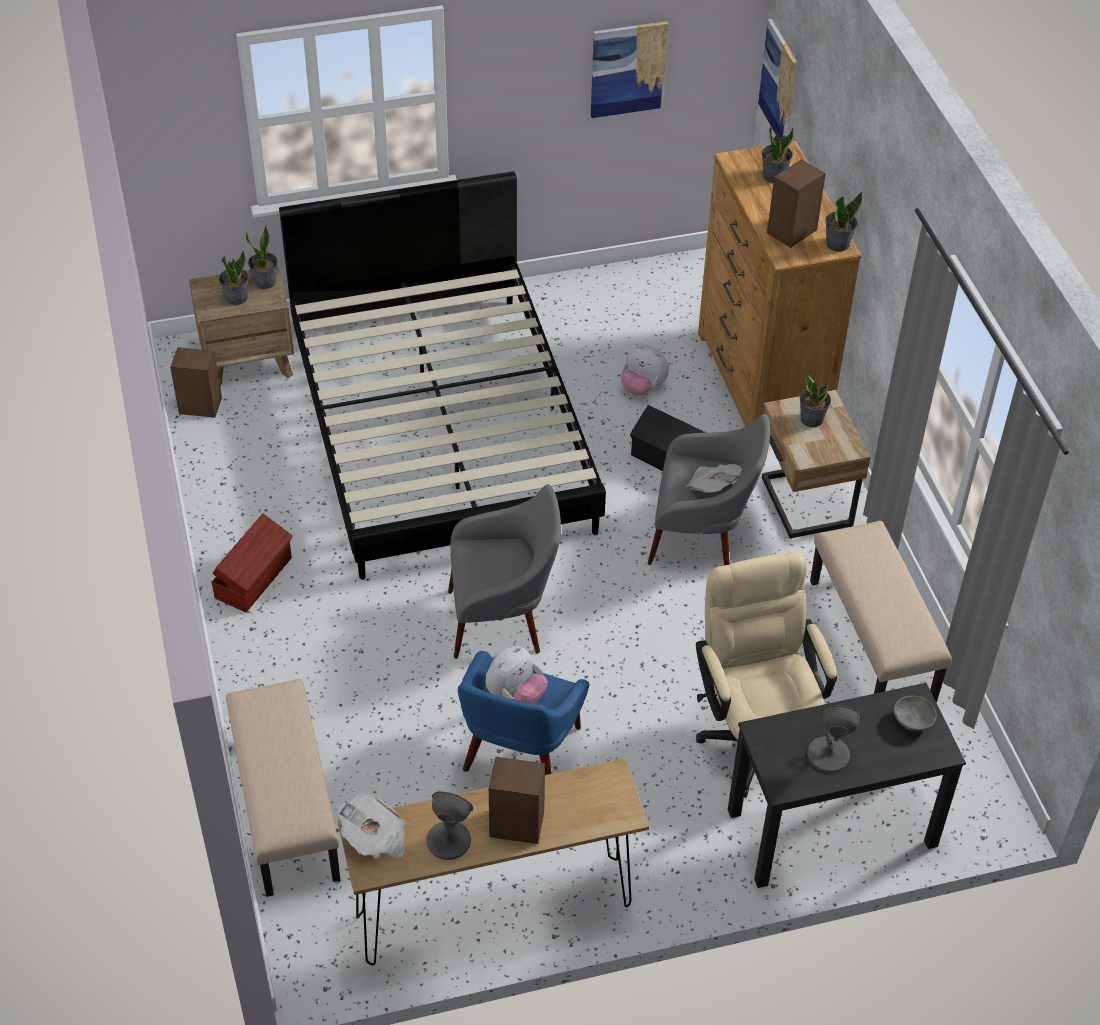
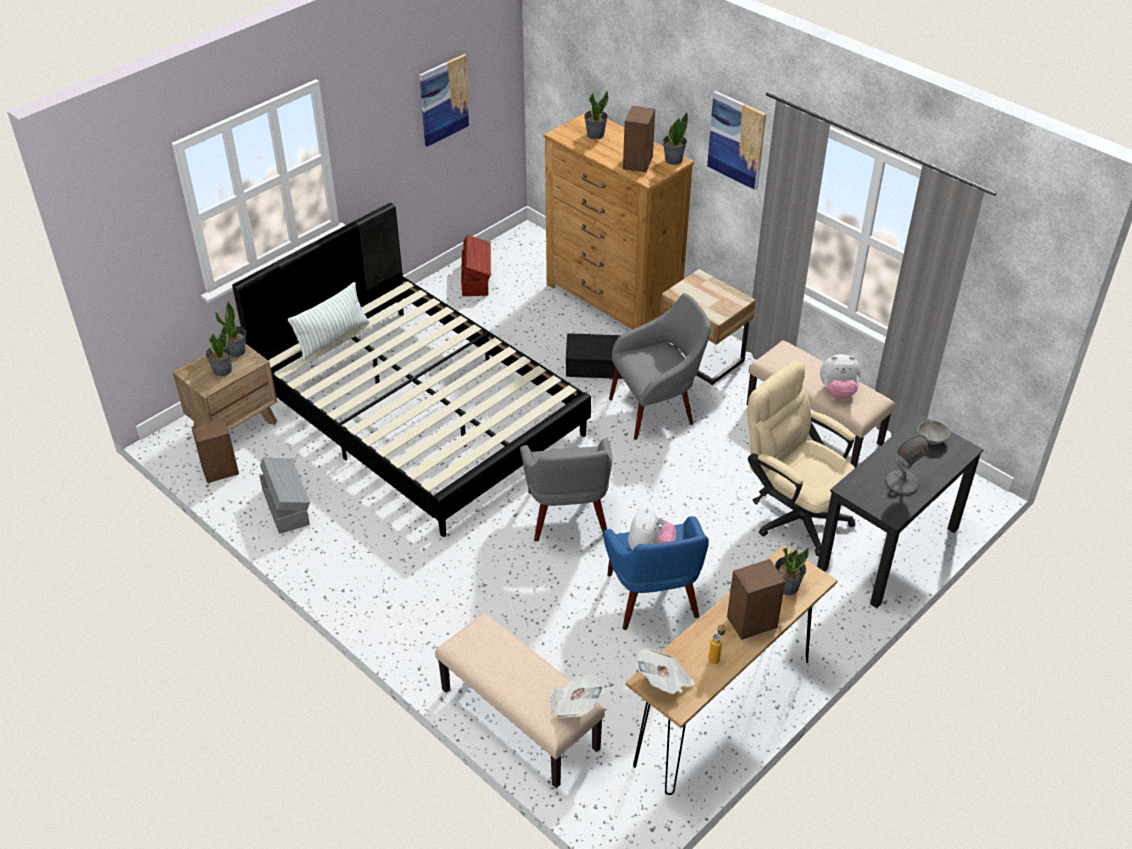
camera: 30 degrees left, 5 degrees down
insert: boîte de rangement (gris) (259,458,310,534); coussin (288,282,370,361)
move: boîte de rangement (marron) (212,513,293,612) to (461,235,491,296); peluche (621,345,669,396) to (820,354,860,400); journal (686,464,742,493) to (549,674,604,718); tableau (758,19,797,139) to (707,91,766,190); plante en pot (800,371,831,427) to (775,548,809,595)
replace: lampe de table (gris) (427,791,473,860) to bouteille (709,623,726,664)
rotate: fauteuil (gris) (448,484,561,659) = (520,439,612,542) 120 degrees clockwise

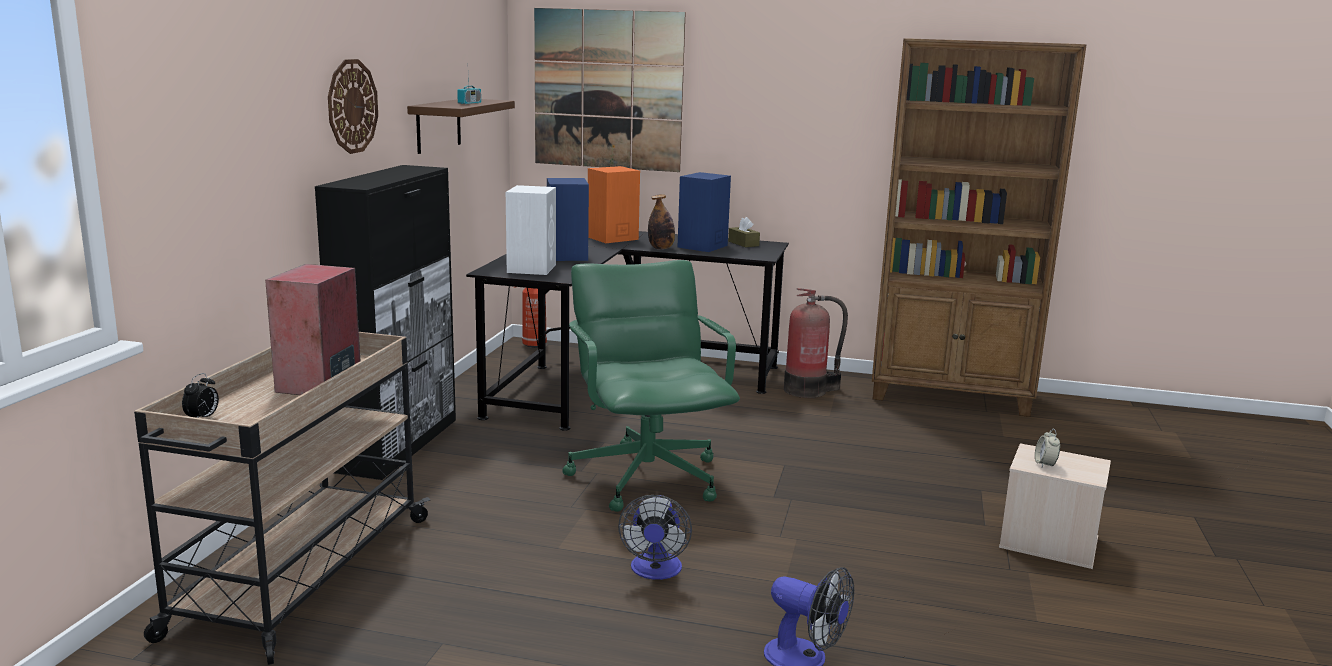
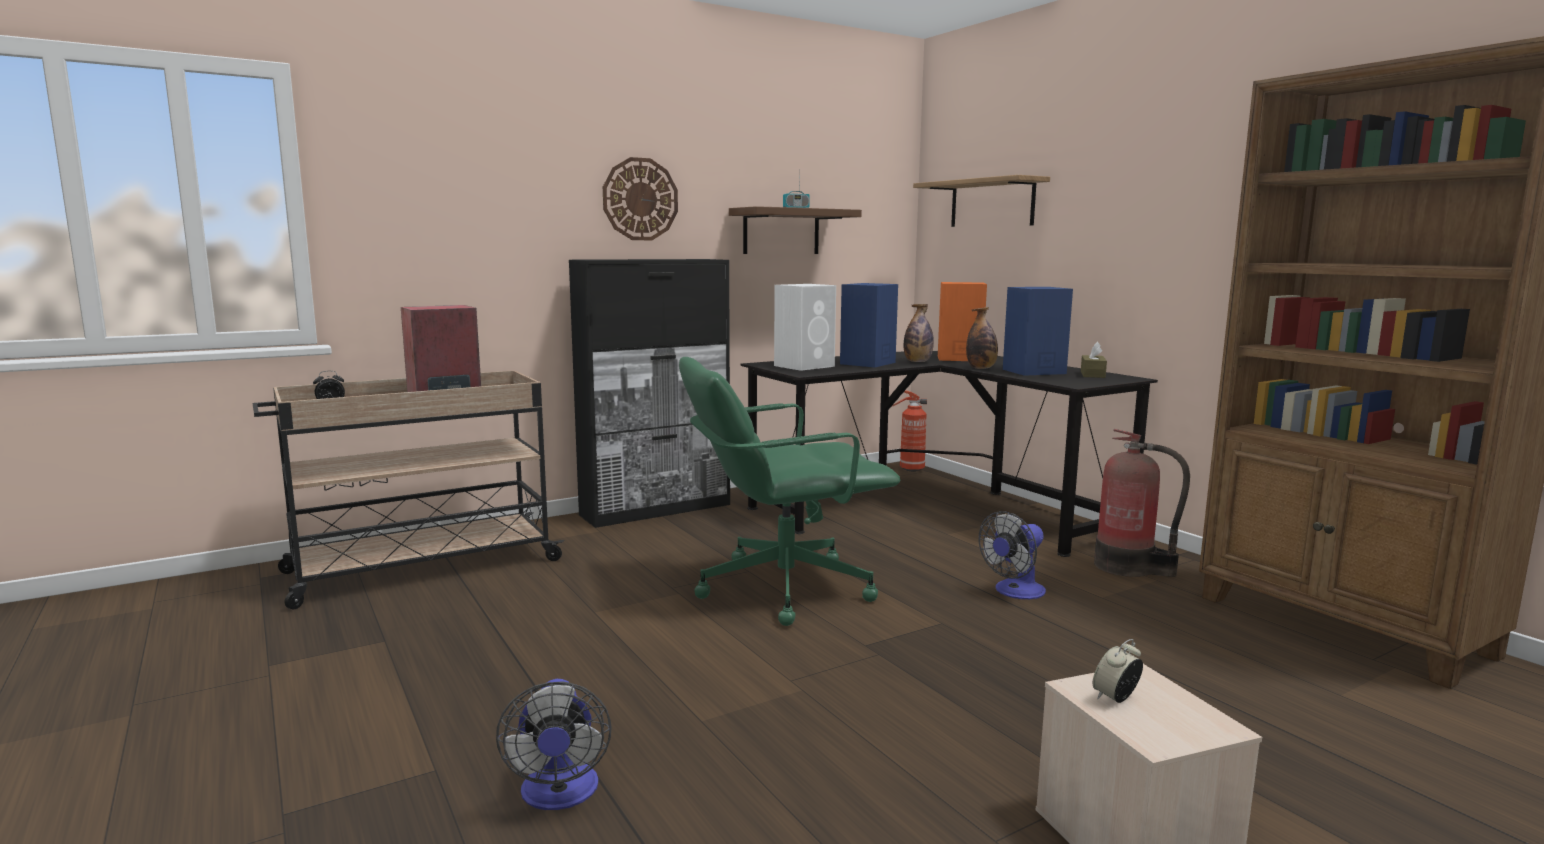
camera: 45 degrees right, 5 degrees down
insert: bouteille (904,304,934,362)
move: ventilateur (618,495,692,580) to (979,511,1046,599)
replace: tableau (534,8,686,172) to étagère (913,175,1050,227)
rotate: chaise de bureau (vert) (562,260,740,512) = (679,357,900,626) 135 degrees counterclockwise

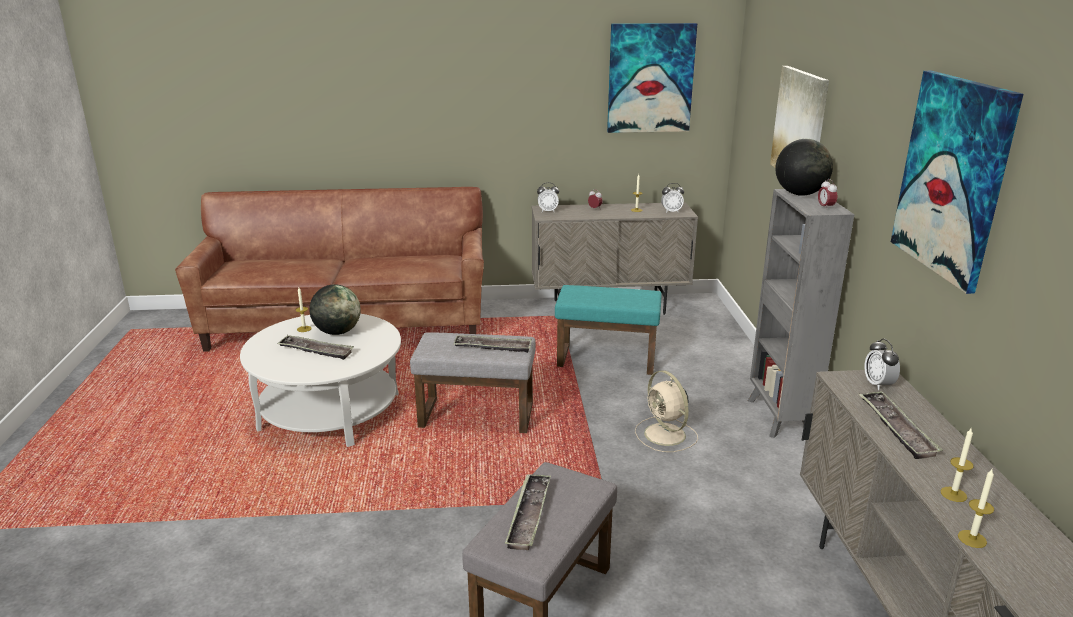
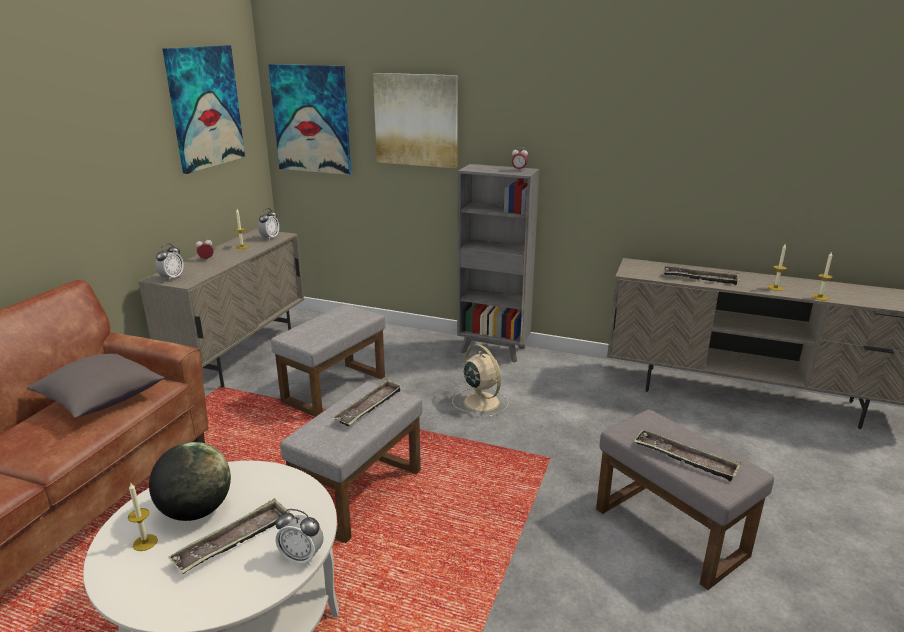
camera: 65 degrees left, 0 degrees up
delete: globe (775,139,833,196)
insert: coussin (gris) (27,353,165,418)
move: réveil (864,338,900,390) to (275,509,324,566); tableau (891,71,1023,294) to (268,64,351,175)
recolor: pouf (turquoise) (555,285,662,375) to pouf (gris) (271,304,385,417)
rotate: ventilateur (beige) (635,370,698,452) = (452,344,509,418) 120 degrees counterclockwise

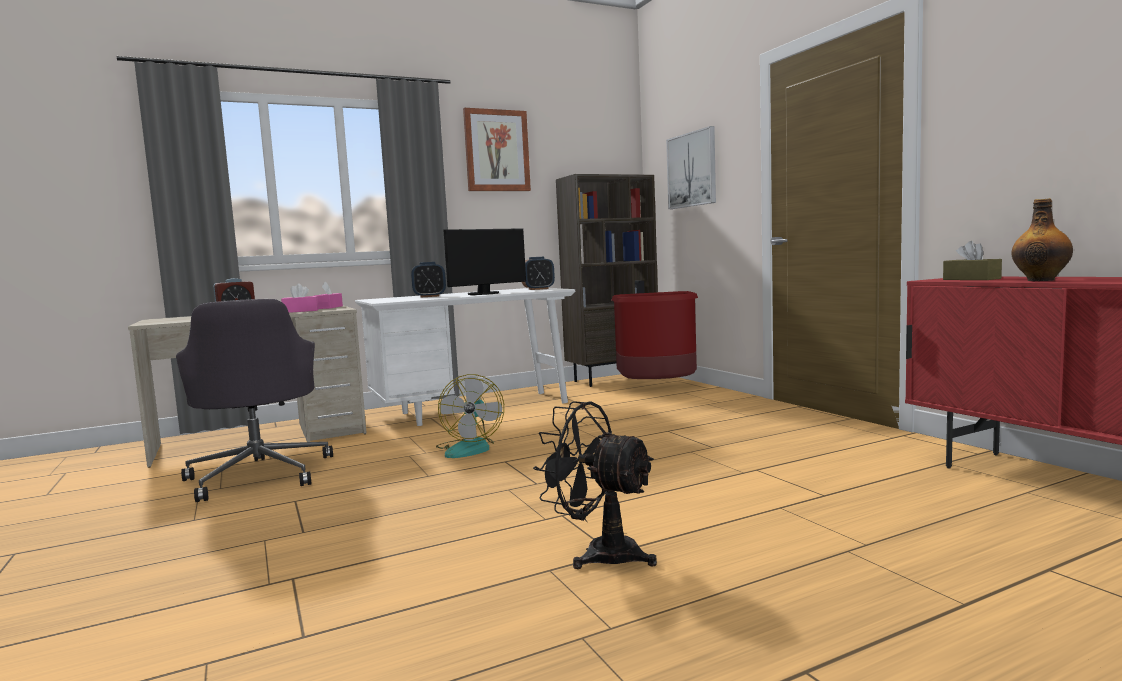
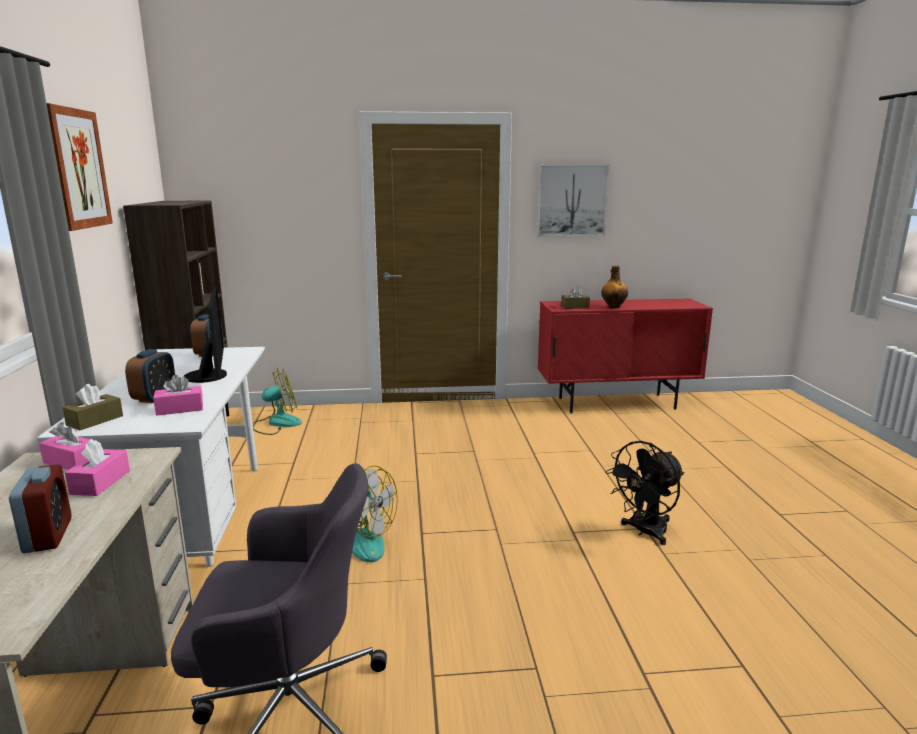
camera: 70 degrees left, 10 degrees up
insert: boîte à mouchoirs (marron) (63,384,123,430); boîte à mouchoirs (rose) (153,375,203,416)
move: tableau (666,126,716,209) to (537,164,610,237)
replace: poubelle (rouge) (612,291,698,379) to ventilateur (252,368,302,435)

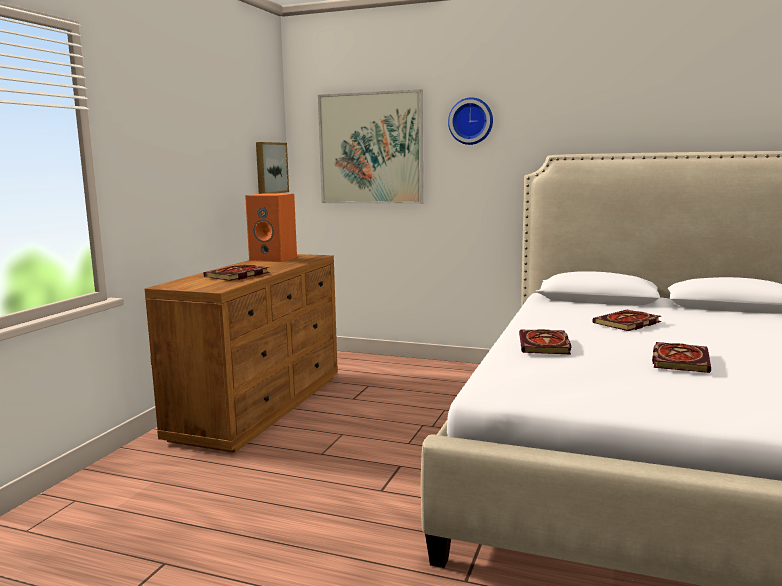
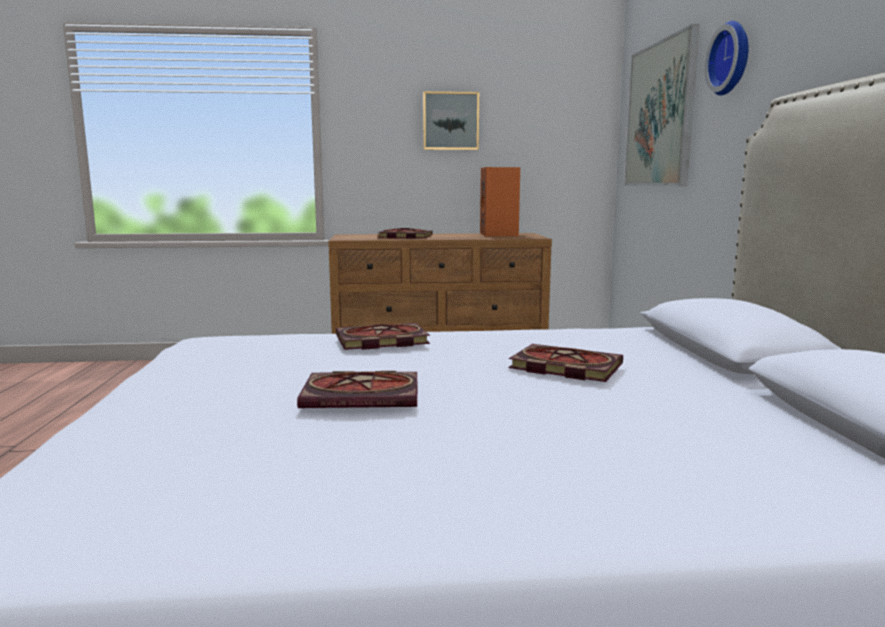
camera: 65 degrees right, 0 degrees up
move: tableau (256,142,289,194) to (423,91,479,150)

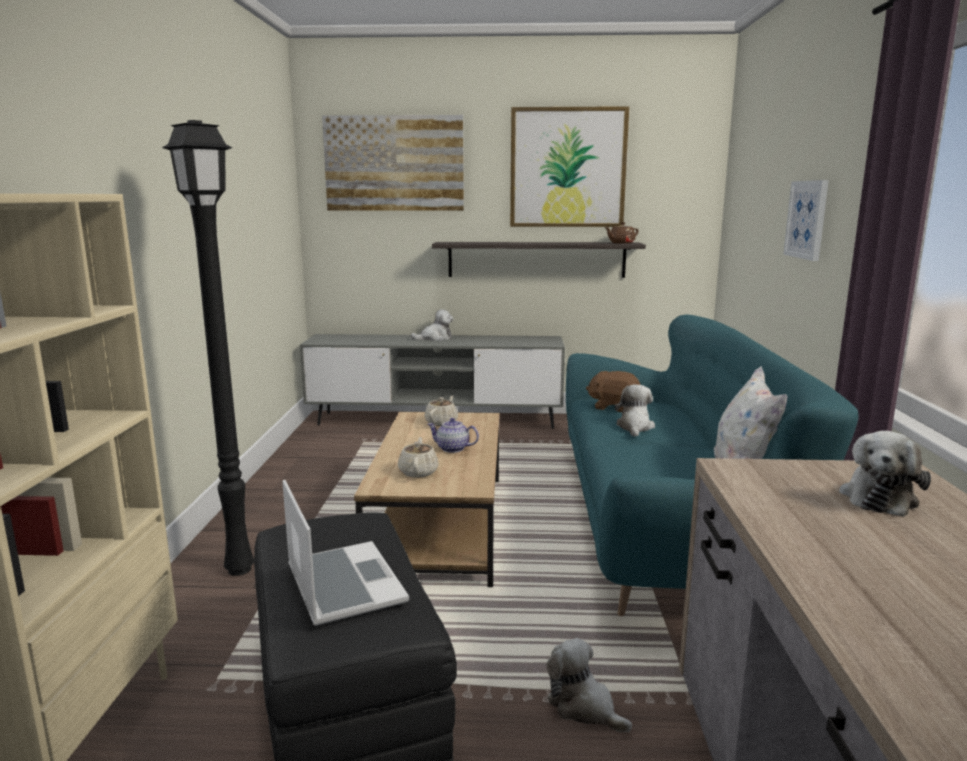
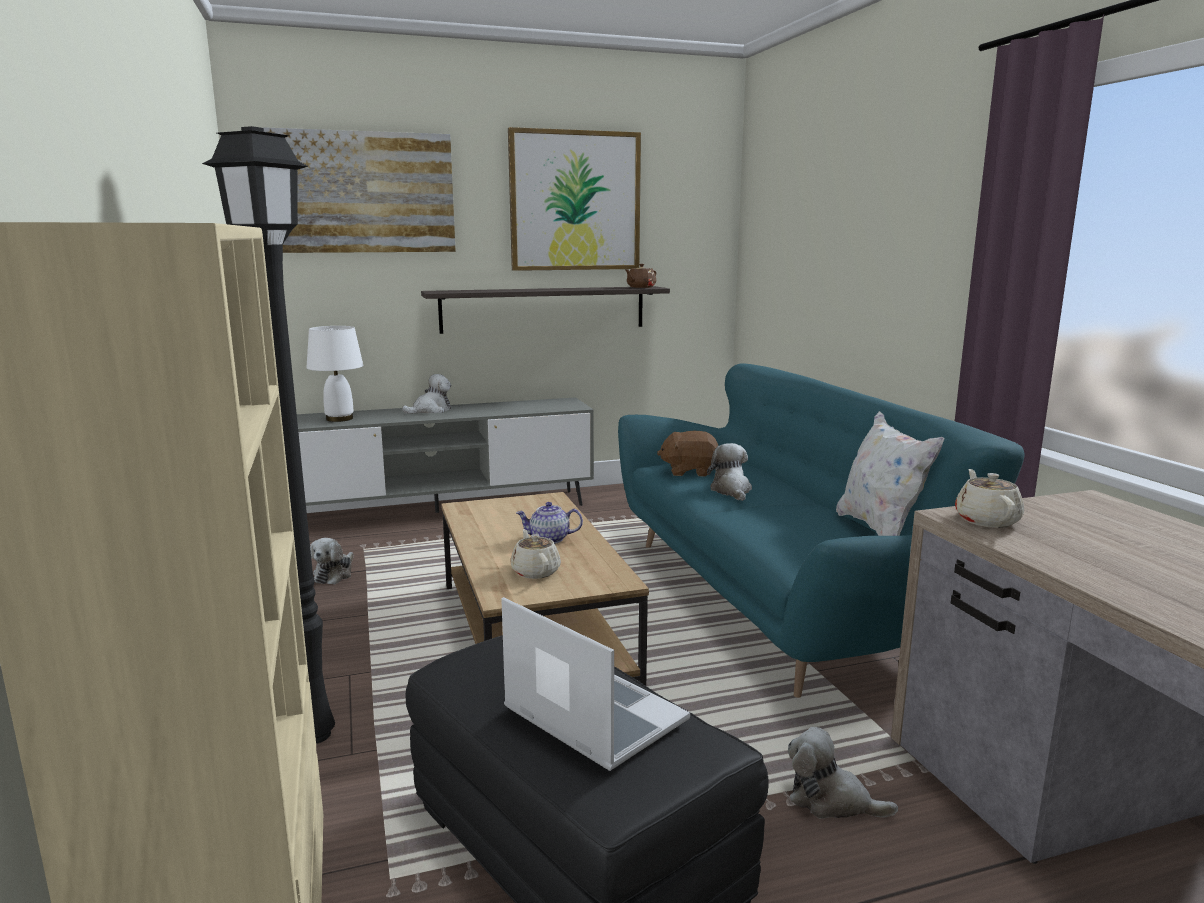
camera: 20 degrees left, 0 degrees up
delete: tableau (783,180,829,261)
insert: lampe de table (blanc) (306,326,363,422)
move: théière (beige) (424,395,458,426) to (955,469,1024,528); peluche (839,431,931,517) to (310,538,353,584)

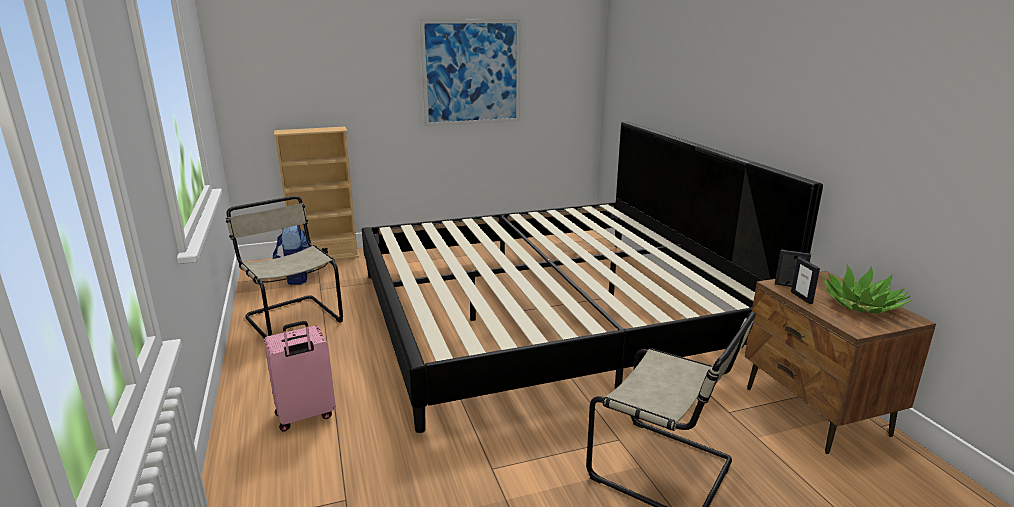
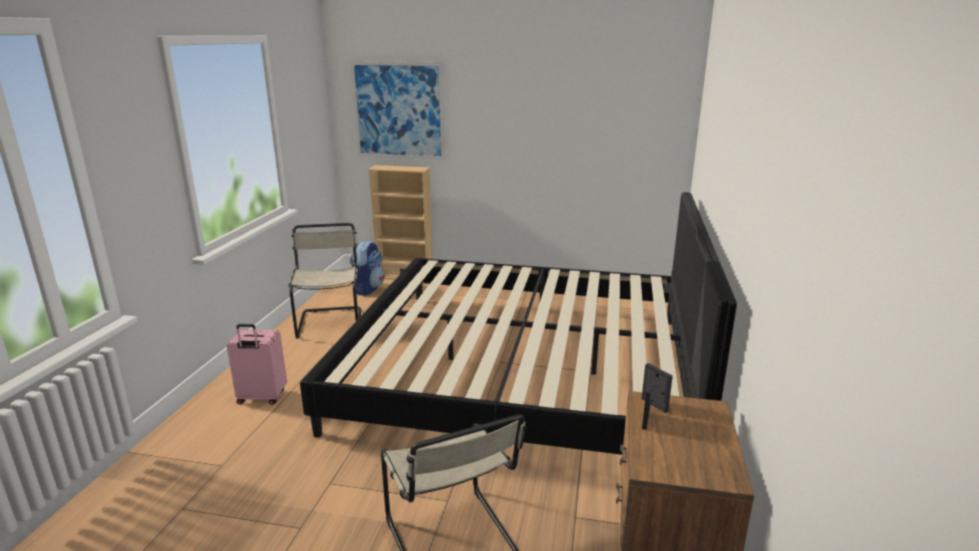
camera: 30 degrees right, 0 degrees up
delete: plante en pot (822,265,912,313)
move: tableau (420,19,521,127) to (350,61,445,160)

